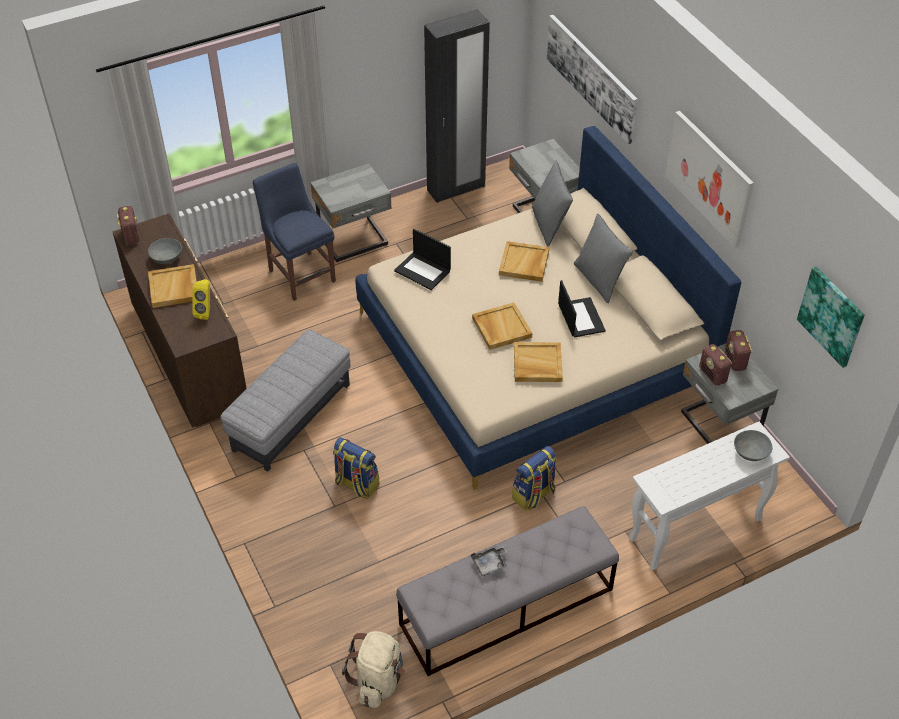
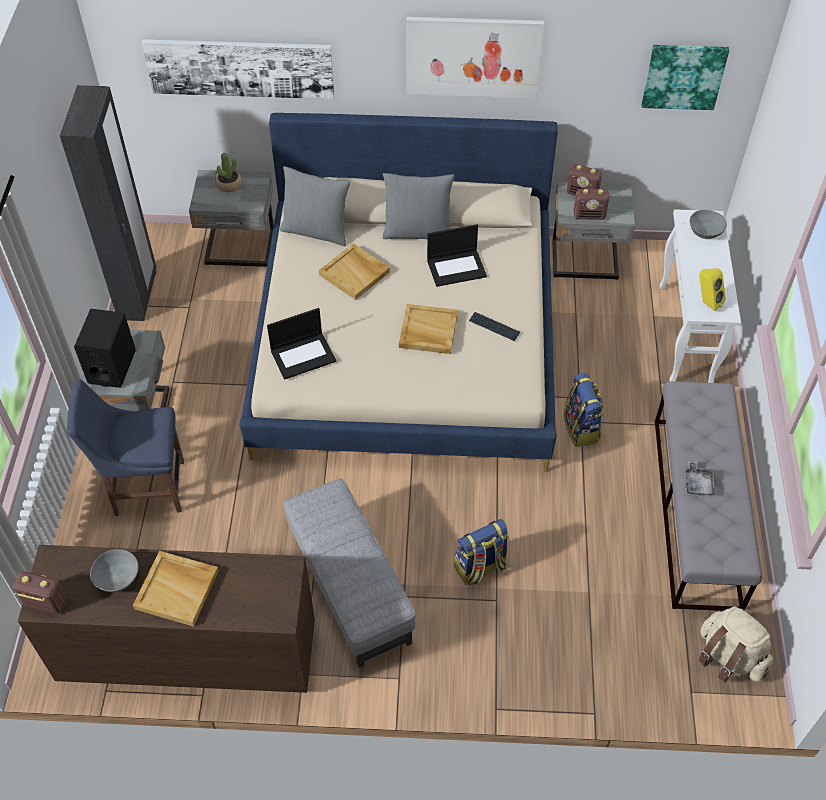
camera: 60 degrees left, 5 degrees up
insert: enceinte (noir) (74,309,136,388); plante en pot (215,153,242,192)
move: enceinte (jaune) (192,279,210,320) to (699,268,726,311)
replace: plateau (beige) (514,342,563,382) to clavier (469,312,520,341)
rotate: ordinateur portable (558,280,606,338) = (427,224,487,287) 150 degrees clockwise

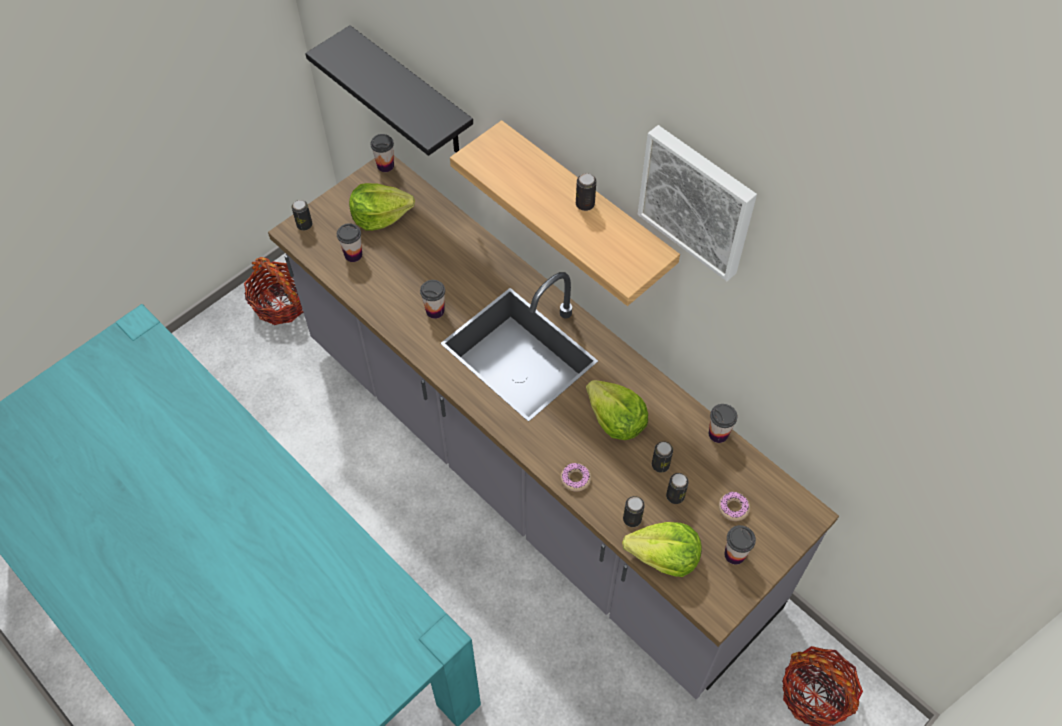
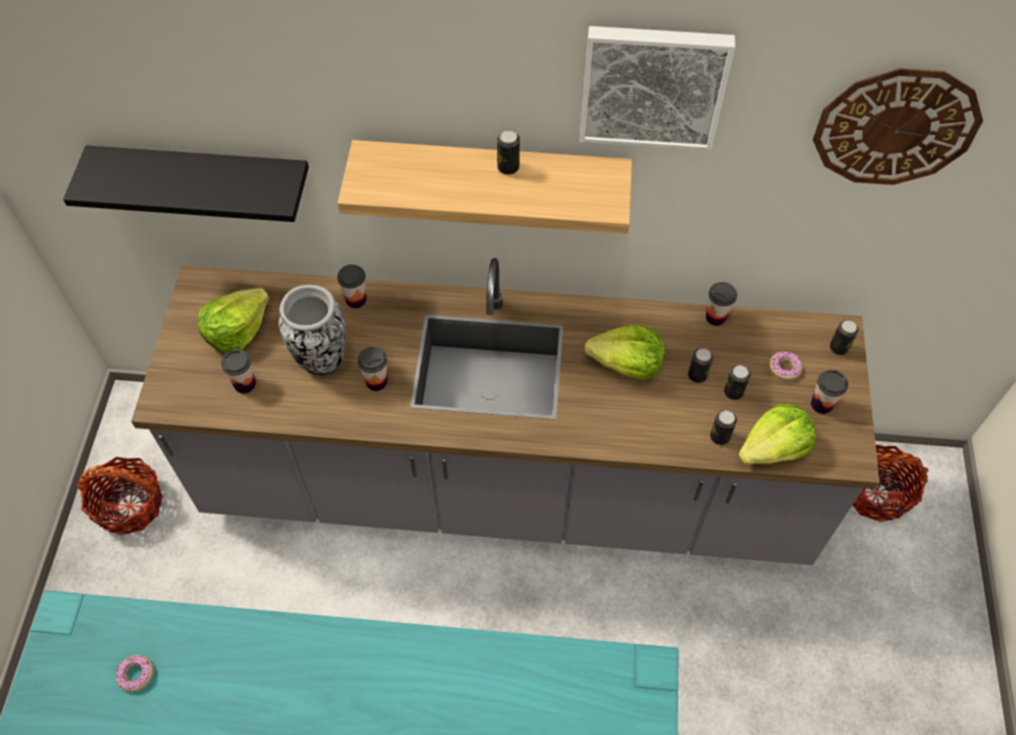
camera: 40 degrees left, 0 degrees up
insert: vase (279,285,346,376); horloge murale (813,68,983,185)
move: boîte métallique (292,200,312,230) to (830,320,858,355); tasse (370,134,394,172) to (337,264,366,308); beignet (561,463,591,492) to (116,655,154,692)

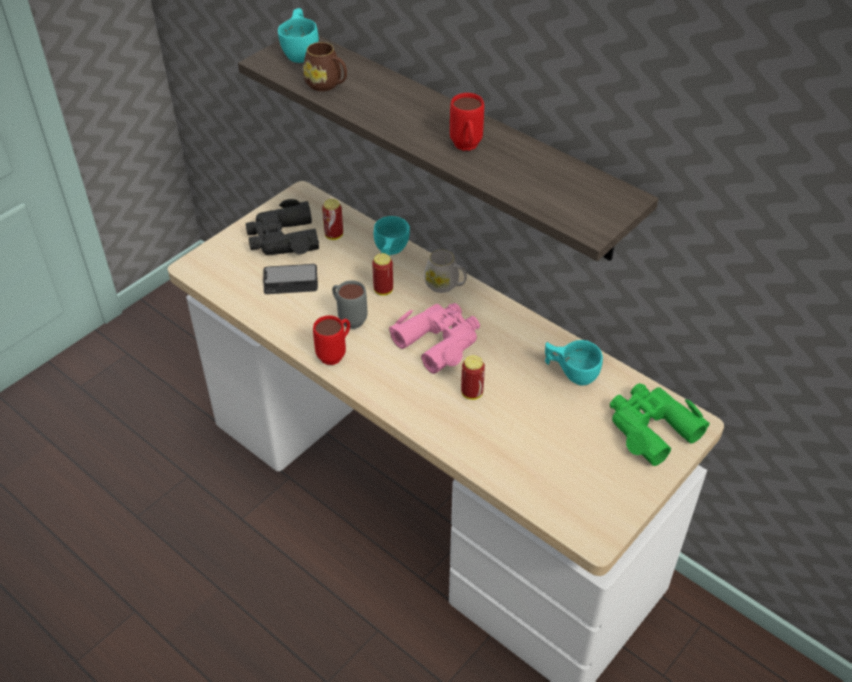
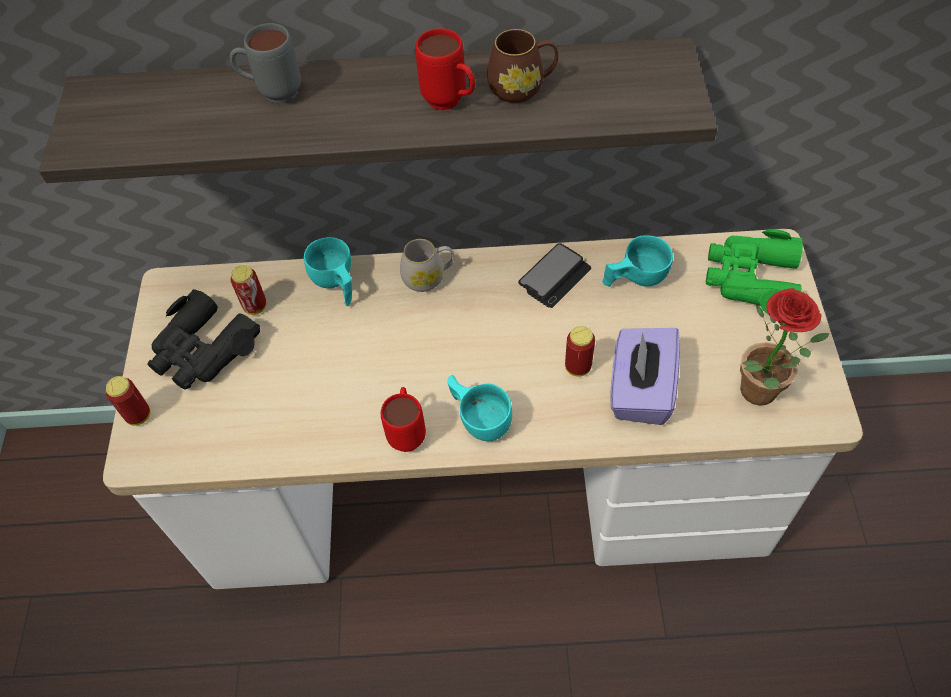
camera: 40 degrees left, 10 degrees up
delete: jumelles (rose) (389,303,480,374)
insert: boîte à mouchoirs (violet) (610,328,680,425); plante en pot (740,288,830,406)
move: téléphone (263,264,318,294) to (518,243,591,308); tasse (turquoise) (278,8,319,63) to (447,375,512,441); mug (marron) (303,42,347,91) to (487,29,558,103); mug (gris) (332,280,367,329) to (230,23,301,104); boîte métallique (372,253,393,296) to (106,376,150,426)

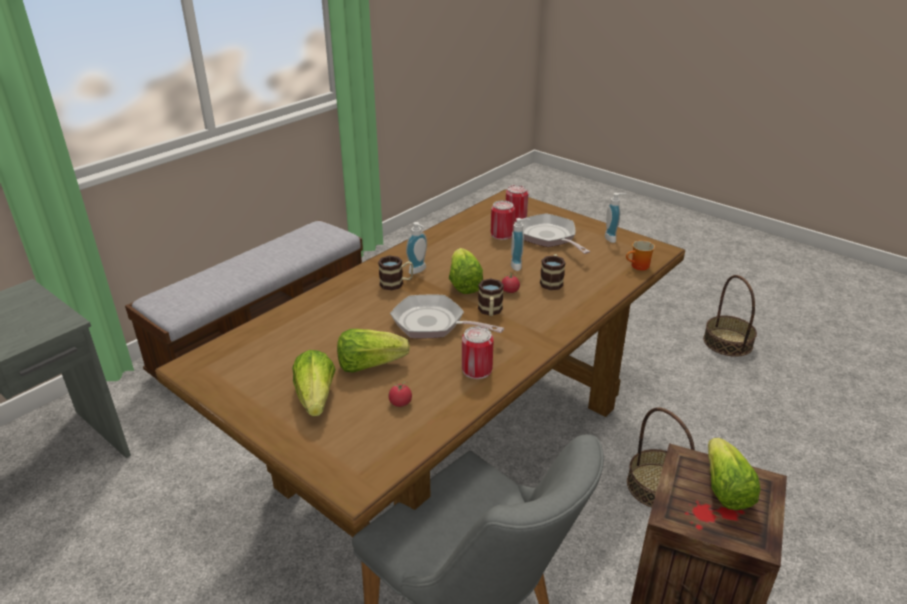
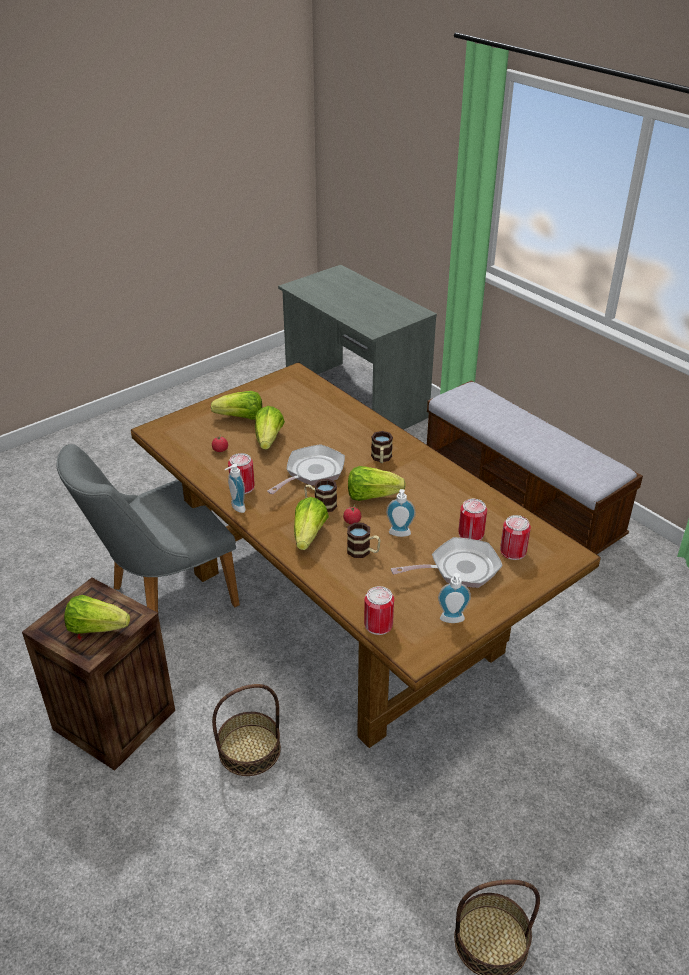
camera: 100 degrees right, 5 degrees up
insert: laitue (294,497,329,550)
move: distributeur de savon (406,222,427,274) to (225,464,246,513)
replace: mug (626,240,655,270) to boîte métallique (364,586,394,635)

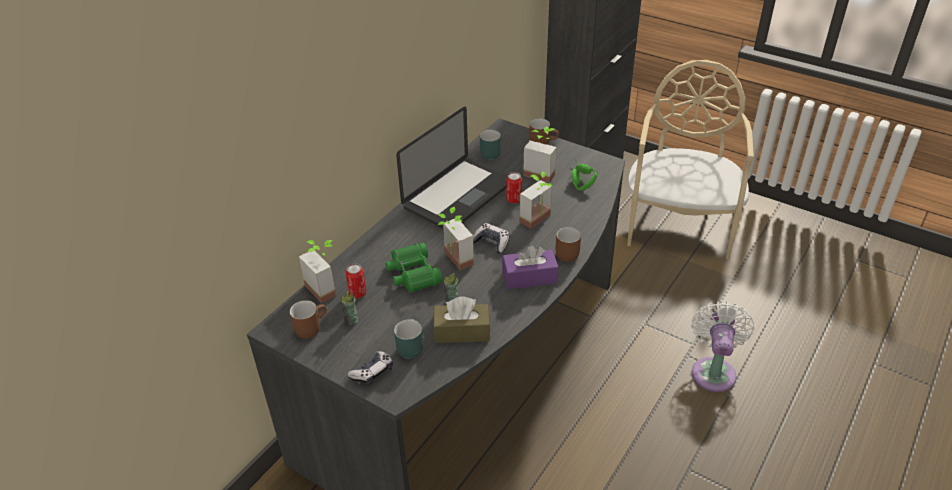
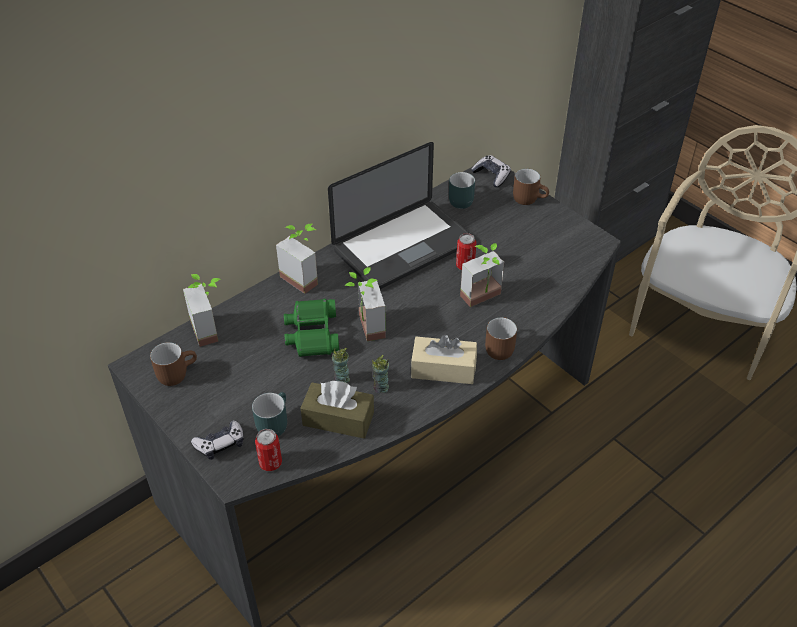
camera: 15 degrees right, 5 degrees up
delete: casque audio (vert) (571,158,597,191); ventilateur (blanc) (691,302,754,392)
move: tasse (340,291,358,325) to (372,355,389,394); boîte métallique (346,263,367,298) to (255,429,282,471); manette (473,223,510,254) to (471,155,511,187); plante en pot (523,127,556,183) to (276,224,318,294)
recolor: boîte à mouchoirs (violet) (502,246,559,289) to boîte à mouchoirs (beige) (411,335,477,384)

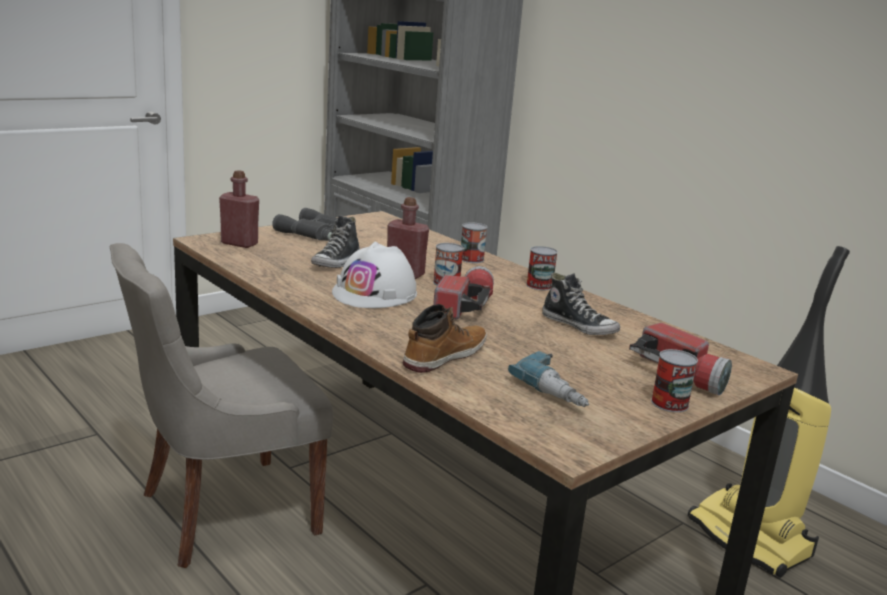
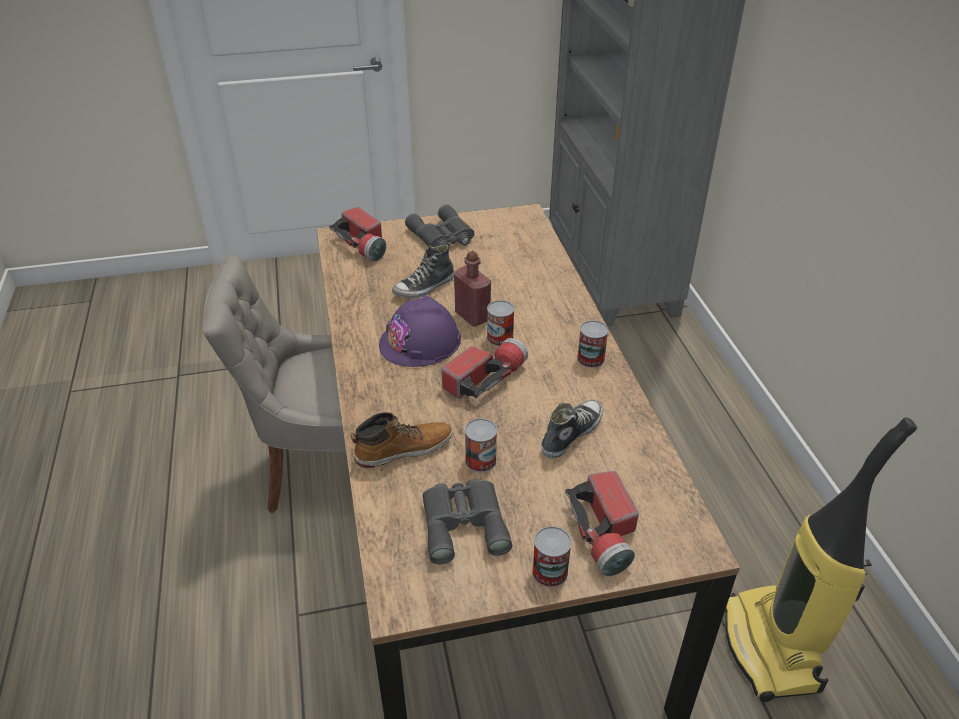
camera: 30 degrees right, 20 degrees up
move: boîte métallique (461,222,487,263) to (465,418,497,473)
replace: bouteille (rouge) (219,170,259,248) to lampe de poche (329,207,386,262); perceuse (508,351,589,407) to jumelles (gris) (422,479,512,564)
recolor: casque de chantier (blanc) (332,242,417,308) to casque de chantier (violet) (379,296,461,367)
rotate: chaussure (542,272,620,335) = (541,400,603,459) 120 degrees counterclockwise

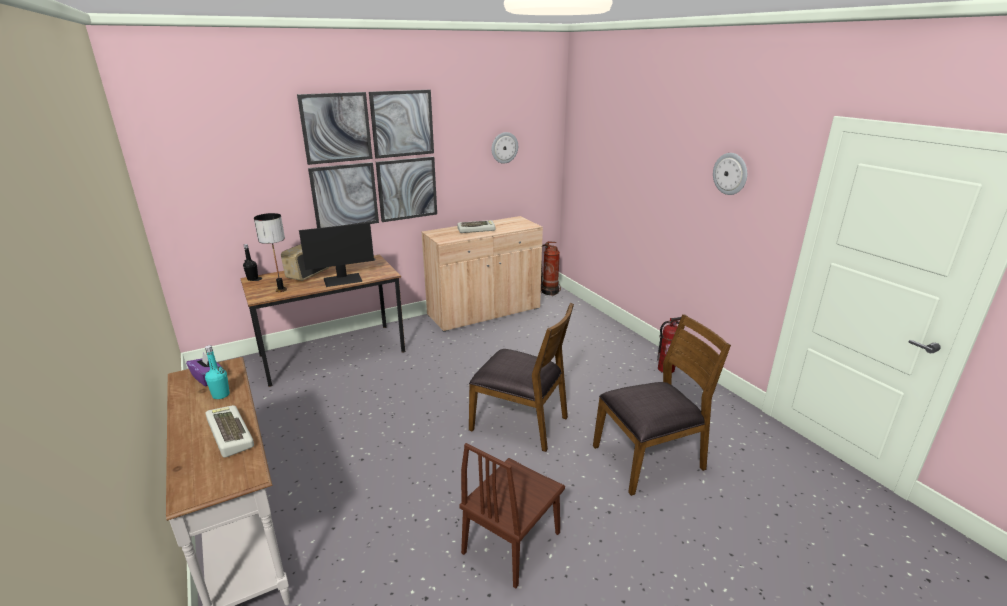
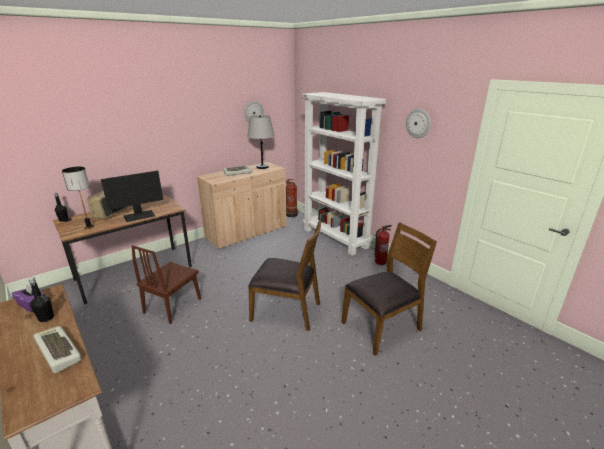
camera: 10 degrees left, 0 degrees up
delete: tableau (297,90,437,228)
insert: lampe de table (gris) (247,115,275,169); bibliothèque (blanc) (302,92,386,256)
move: chaise (marron) (459,443,565,588) to (131,245,201,324)
recolor: bouteille (turquoise) (205,345,230,399) to bouteille (noir) (28,277,54,322)

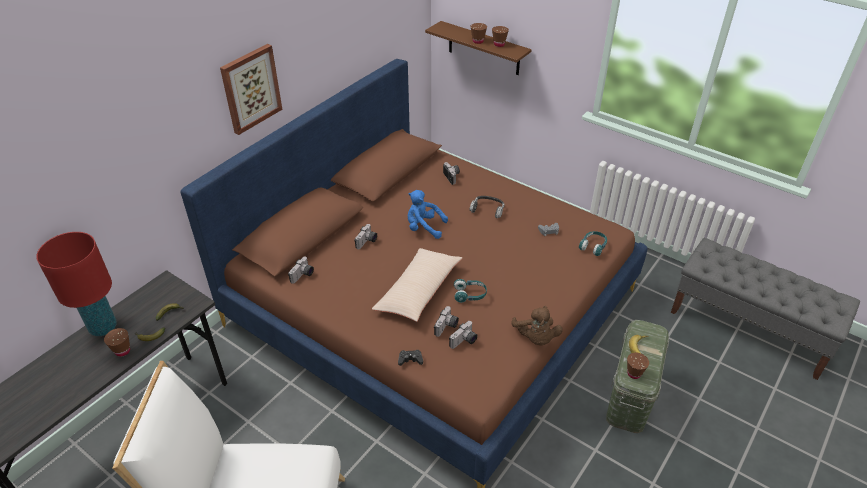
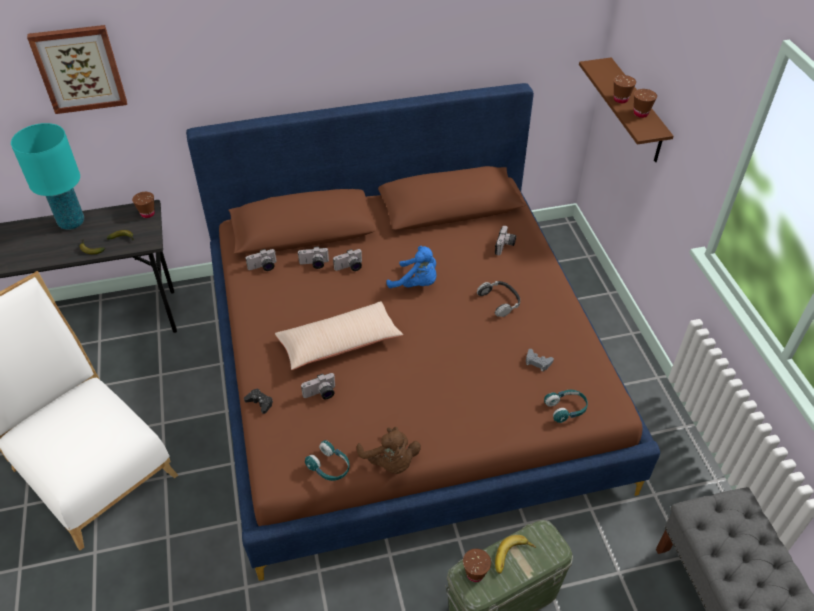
camera: 40 degrees right, 5 degrees up
move: tasse (marron) (104,328,130,357) to (132,192,155,218); tableau (220,44,283,135) to (27,25,127,114); appareil photo (449,321,478,349) to (298,247,329,269); casque audio (turquoise) (454,279,487,303) to (305,440,349,481)
recolor: lampe de table (rouge) (36,232,117,336) to lampe de table (turquoise) (11,123,84,230)
rotate: peluche (bleu) (407,190,448,239) = (387,246,436,288) 150 degrees clockwise; peluche (marron) (511,306,563,346) = (357,427,421,474) 60 degrees counterclockwise

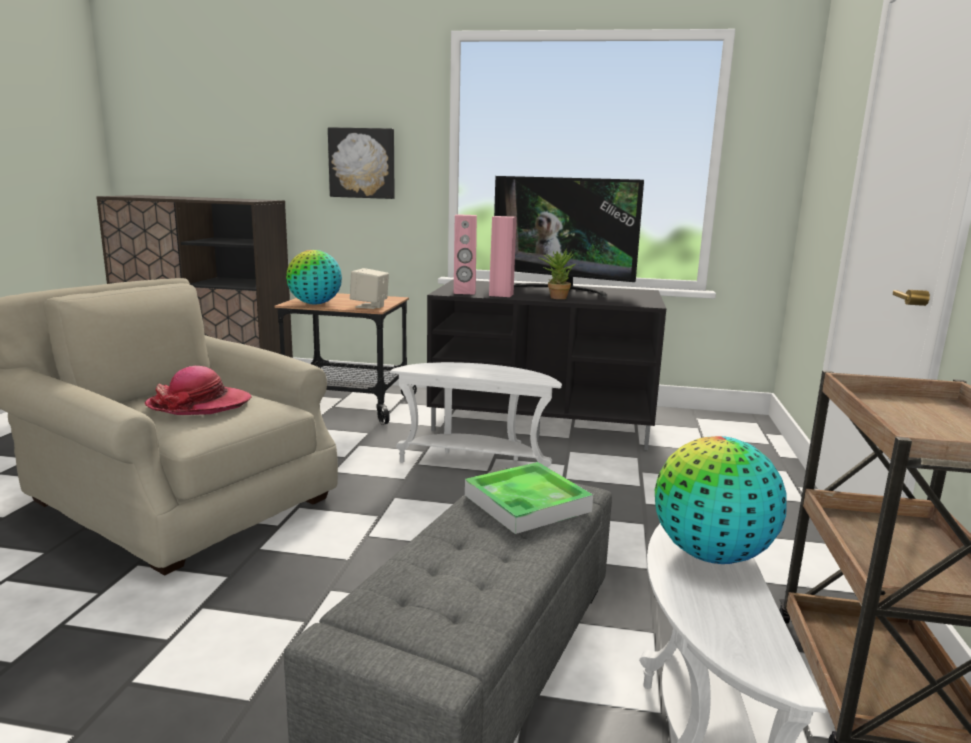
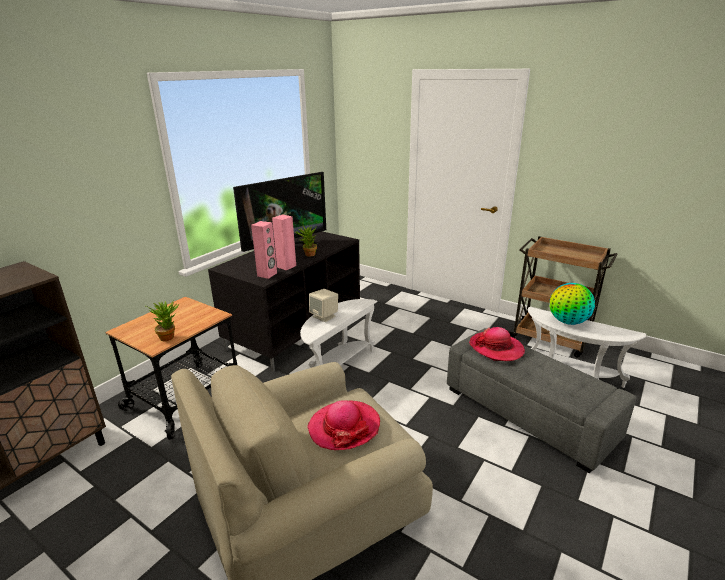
camera: 65 degrees left, 10 degrees up
delete: tableau (328,127,395,199)
move: enceinte (beige) (350,268,389,309) to (309,289,338,322)
replace: globe (286,250,342,304) to plante en pot (146,301,179,341); plateau (465,462,593,534) to chapeau (469,327,525,361)

